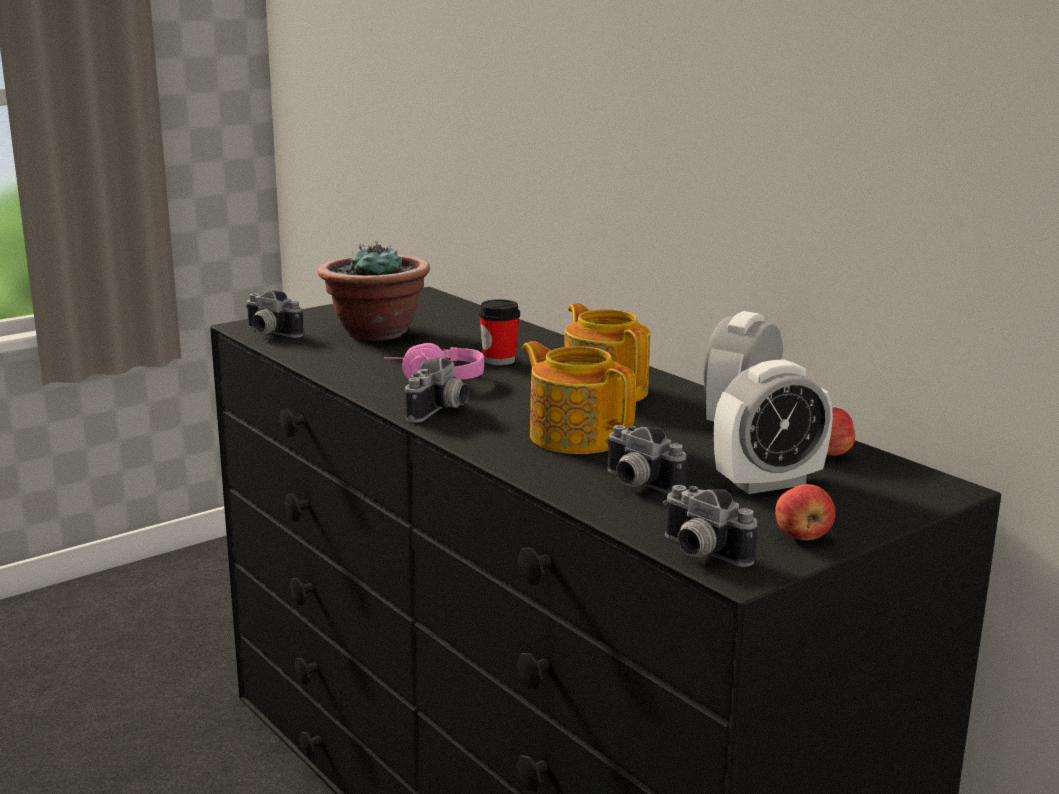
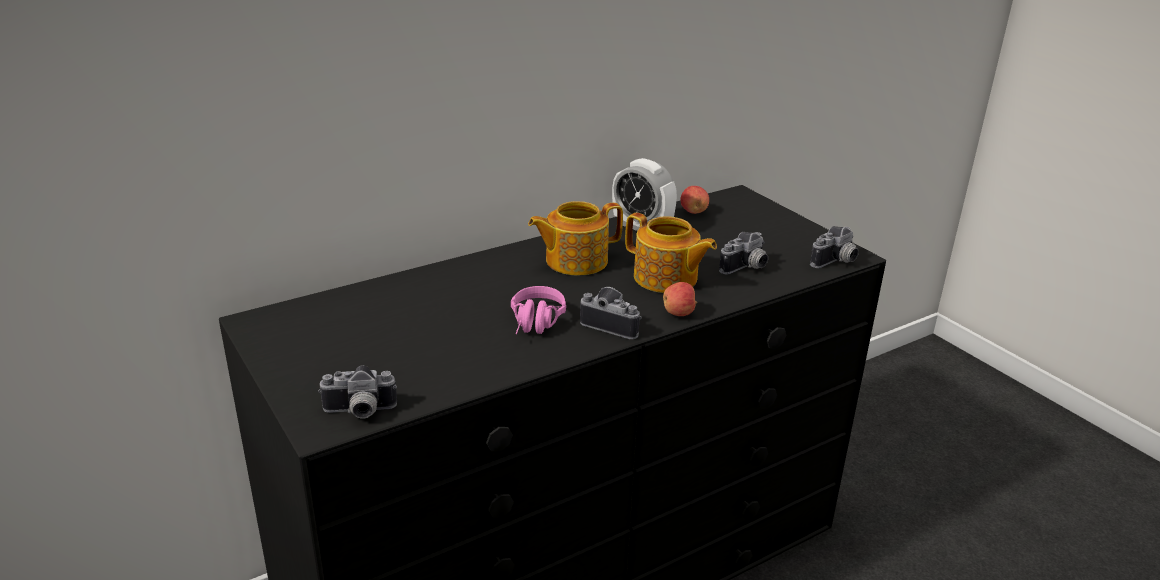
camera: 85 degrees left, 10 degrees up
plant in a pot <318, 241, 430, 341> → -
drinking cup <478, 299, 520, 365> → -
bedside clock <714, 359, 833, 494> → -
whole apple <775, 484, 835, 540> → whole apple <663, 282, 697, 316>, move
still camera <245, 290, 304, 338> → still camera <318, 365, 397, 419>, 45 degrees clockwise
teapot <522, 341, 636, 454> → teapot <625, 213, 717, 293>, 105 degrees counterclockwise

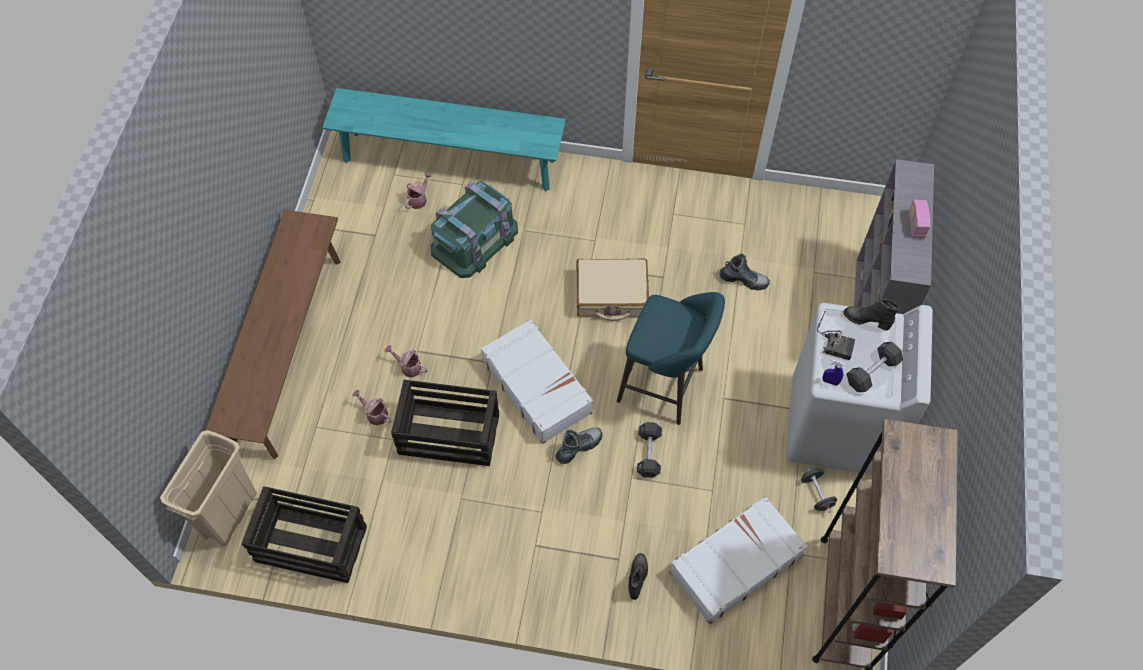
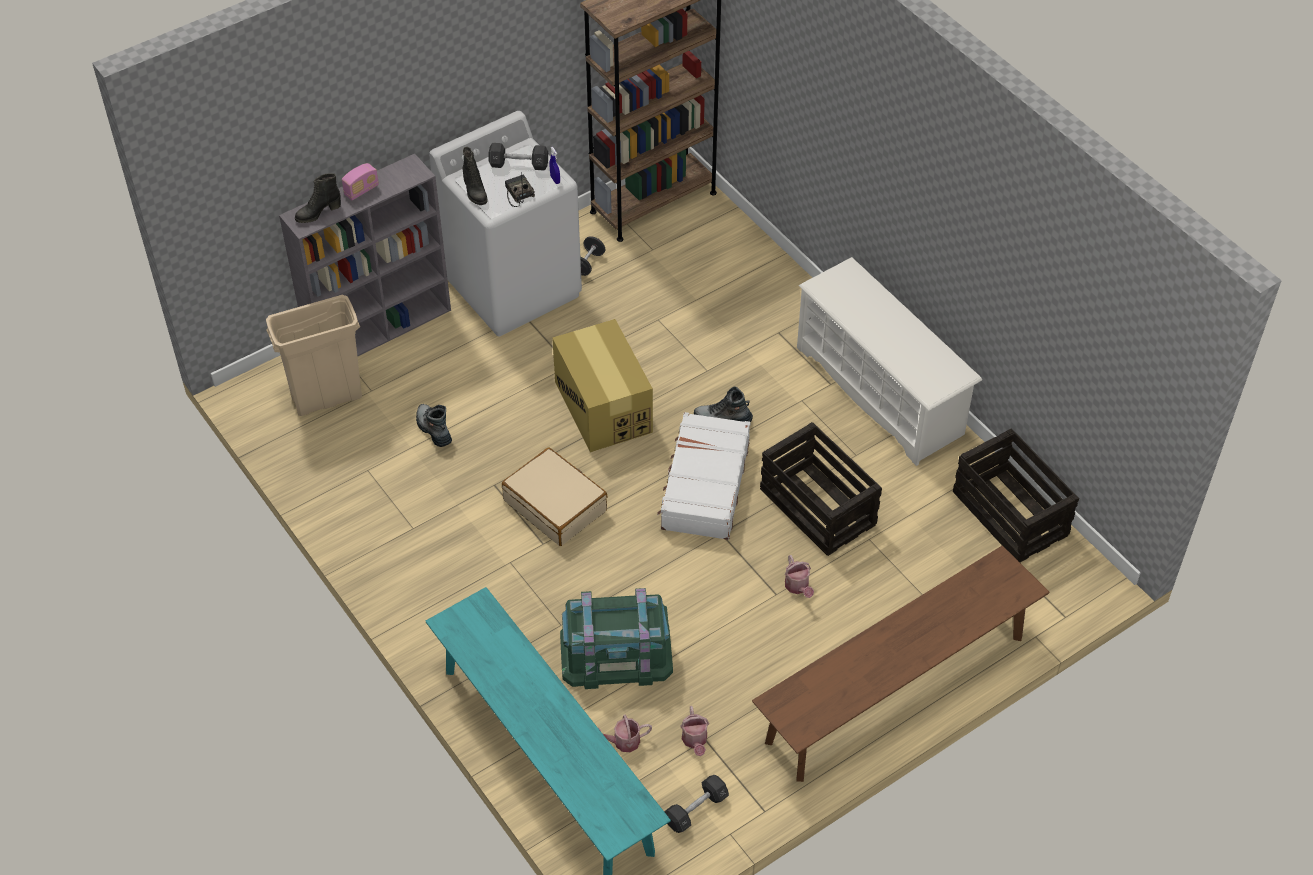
camera: 135 degrees left, 10 degrees down
white travel case <669, 496, 808, 624> → -
- → white shoe stand <797, 257, 982, 466>
beige-coloured trash can <160, 430, 257, 547> → beige-coloured trash can <266, 295, 362, 416>, move
watering can <352, 390, 392, 425> → watering can <680, 706, 709, 756>, move
blackish tall boot <629, 553, 648, 600> → blackish tall boot <295, 174, 341, 223>, move
blackish free weight <637, 422, 662, 478> → blackish free weight <664, 775, 729, 833>, move
blue-green stool <617, 292, 725, 425> → carton <552, 319, 653, 452>

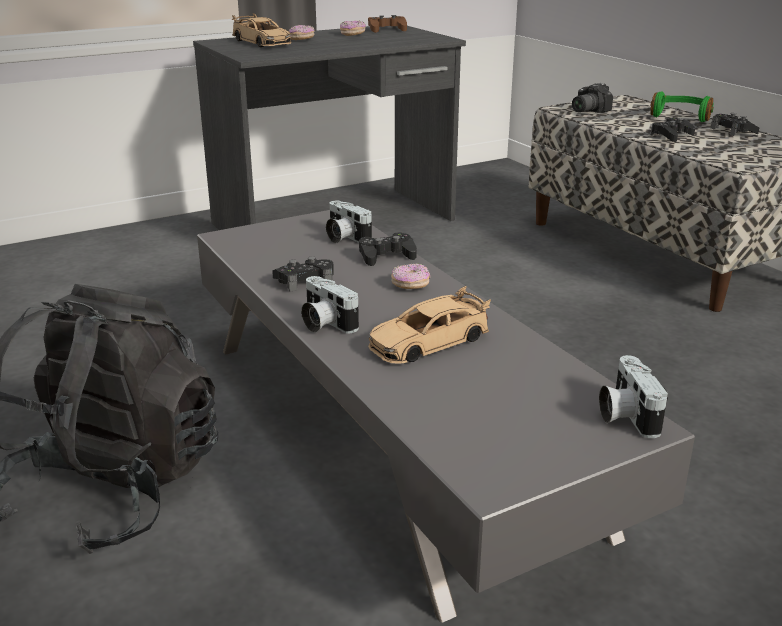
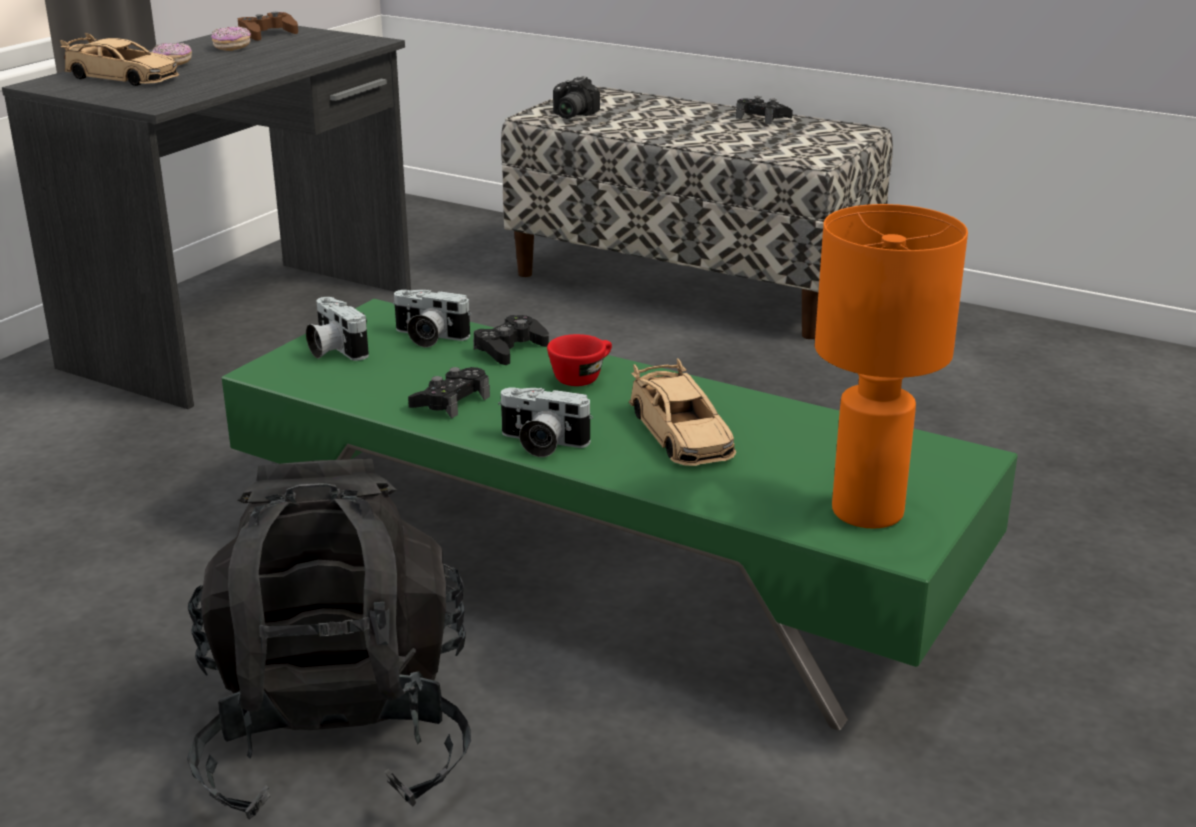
camera: 30 degrees left, 0 degrees up
green-coloured headphones <650, 91, 714, 122> → -
blackish game controller <651, 118, 695, 142> → -
- → orange tabletop lamp <815, 204, 968, 529>
still camera <599, 355, 668, 438> → still camera <306, 297, 369, 361>, move
doughnut <391, 263, 430, 289> → red-coloured drinking cup <547, 334, 612, 386>
grey low table <197, 210, 695, 623> → green-coloured low table <222, 299, 1018, 730>
beige-coloured miniature car <368, 286, 491, 364> → beige-coloured miniature car <629, 358, 736, 466>, 45 degrees counterclockwise

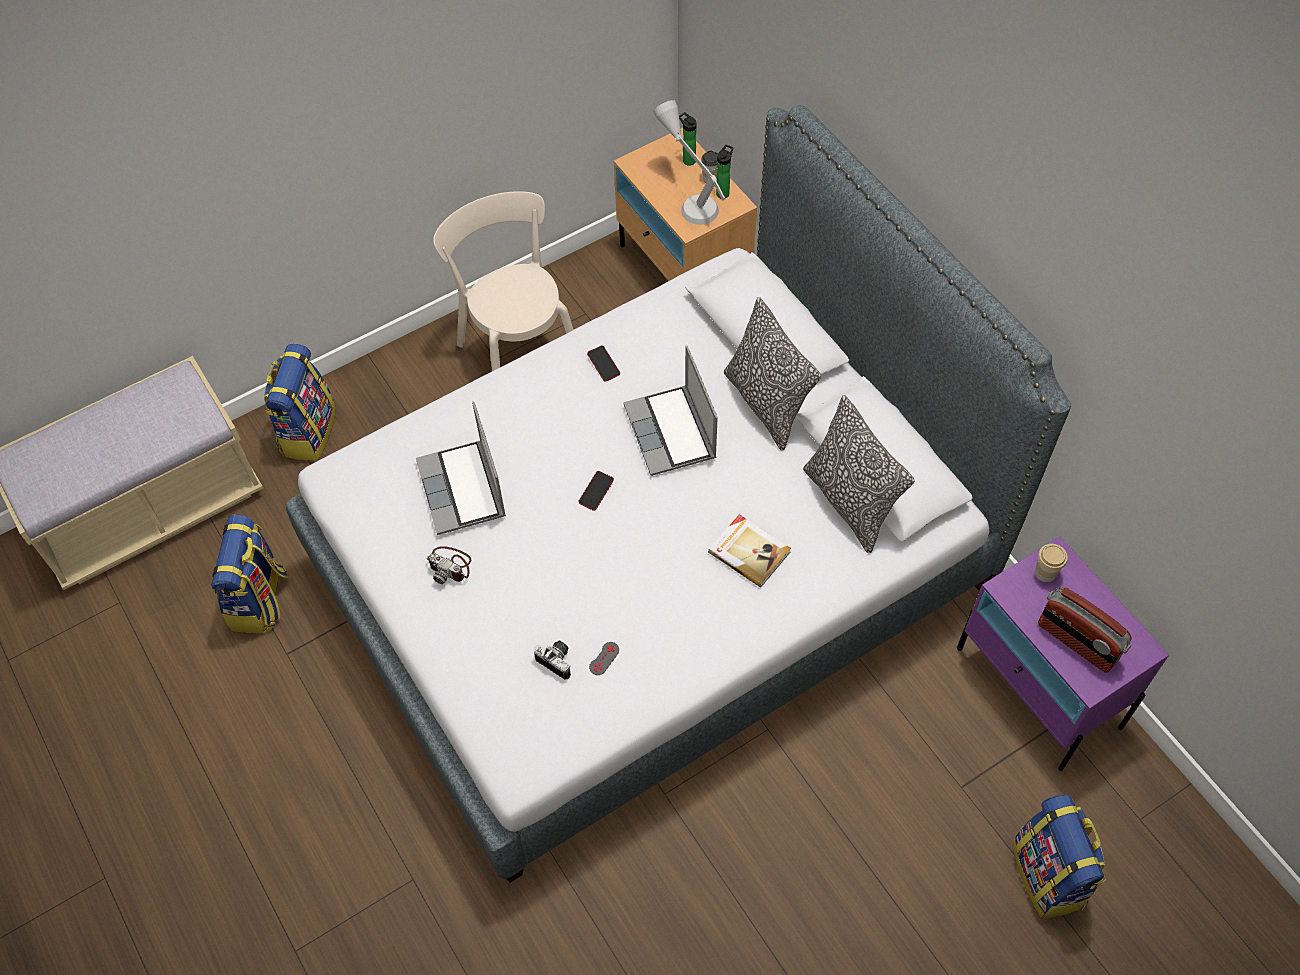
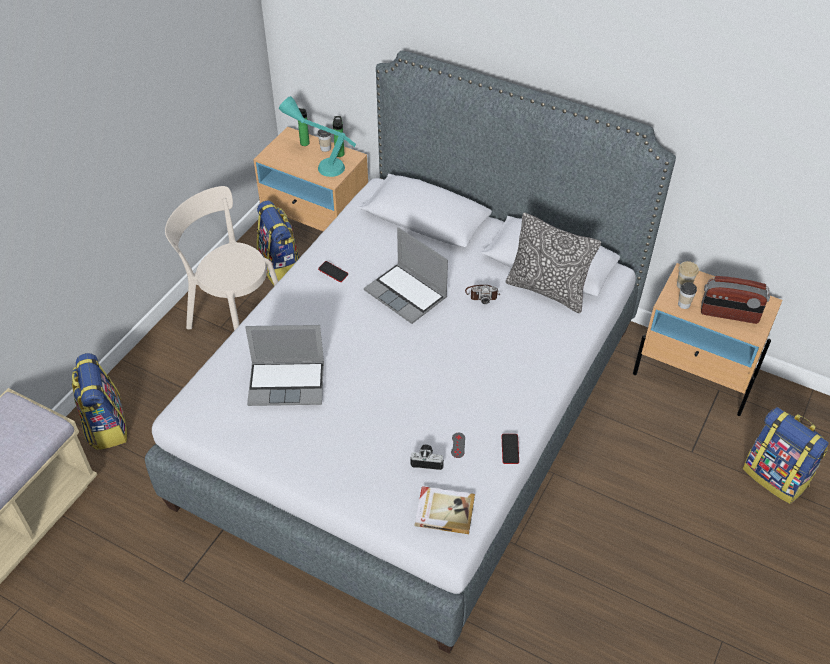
camera: 30 degrees left, 10 degrees down
cushion <724, 297, 821, 450> → -
- → drinking cup <678, 282, 697, 309>
rucksack <211, 514, 289, 633> → rucksack <257, 201, 300, 285>, move
still camera <427, 546, 471, 584> → still camera <465, 285, 500, 304>, move
phone <578, 471, 614, 511> → phone <502, 434, 519, 464>, move
bound book <708, 514, 791, 588> → bound book <415, 486, 475, 534>, move
grey tabletop lamp <653, 100, 725, 225> → blue-green tabletop lamp <279, 96, 356, 177>
purplish night table <957, 536, 1169, 771> → beige-coloured night table <633, 263, 782, 416>
notebook computer <416, 402, 506, 535> → notebook computer <245, 325, 324, 406>, 45 degrees counterclockwise

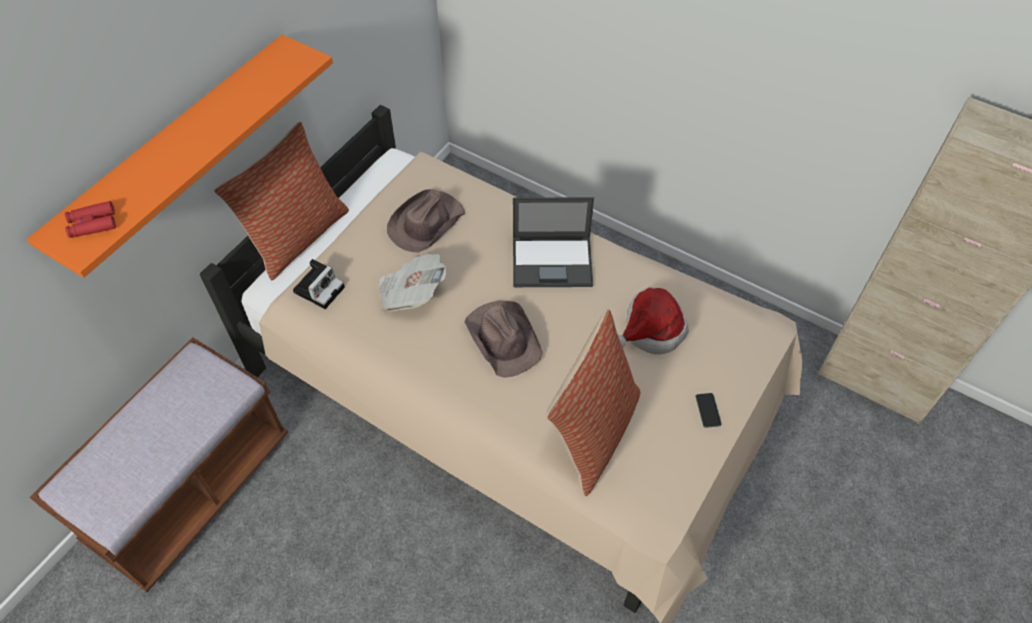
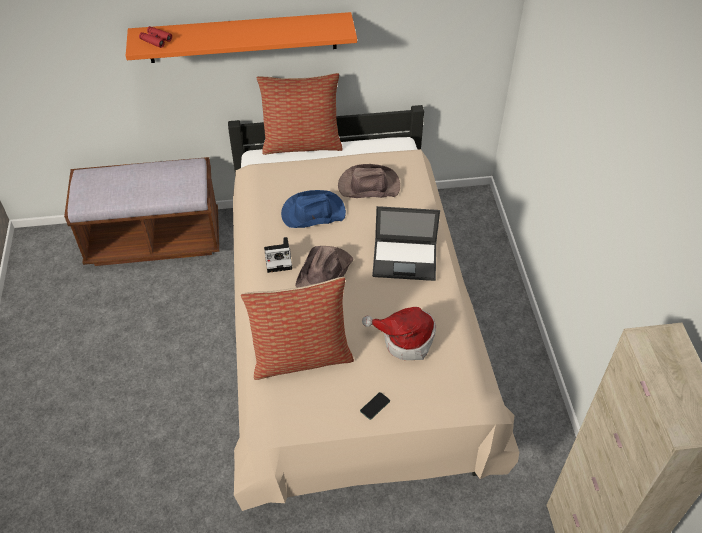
camera: 50 degrees right, 5 degrees down
still camera <293, 259, 345, 309> → still camera <264, 237, 292, 273>, move
daily paper <378, 254, 446, 311> → bluish clothing hat <281, 190, 346, 228>
notebook computer <513, 197, 594, 287> → notebook computer <372, 206, 440, 281>, 45 degrees counterclockwise

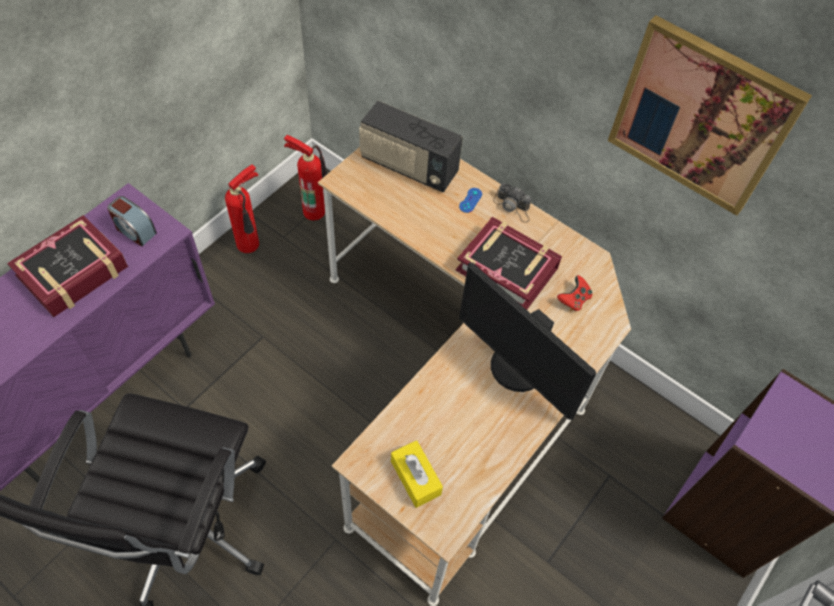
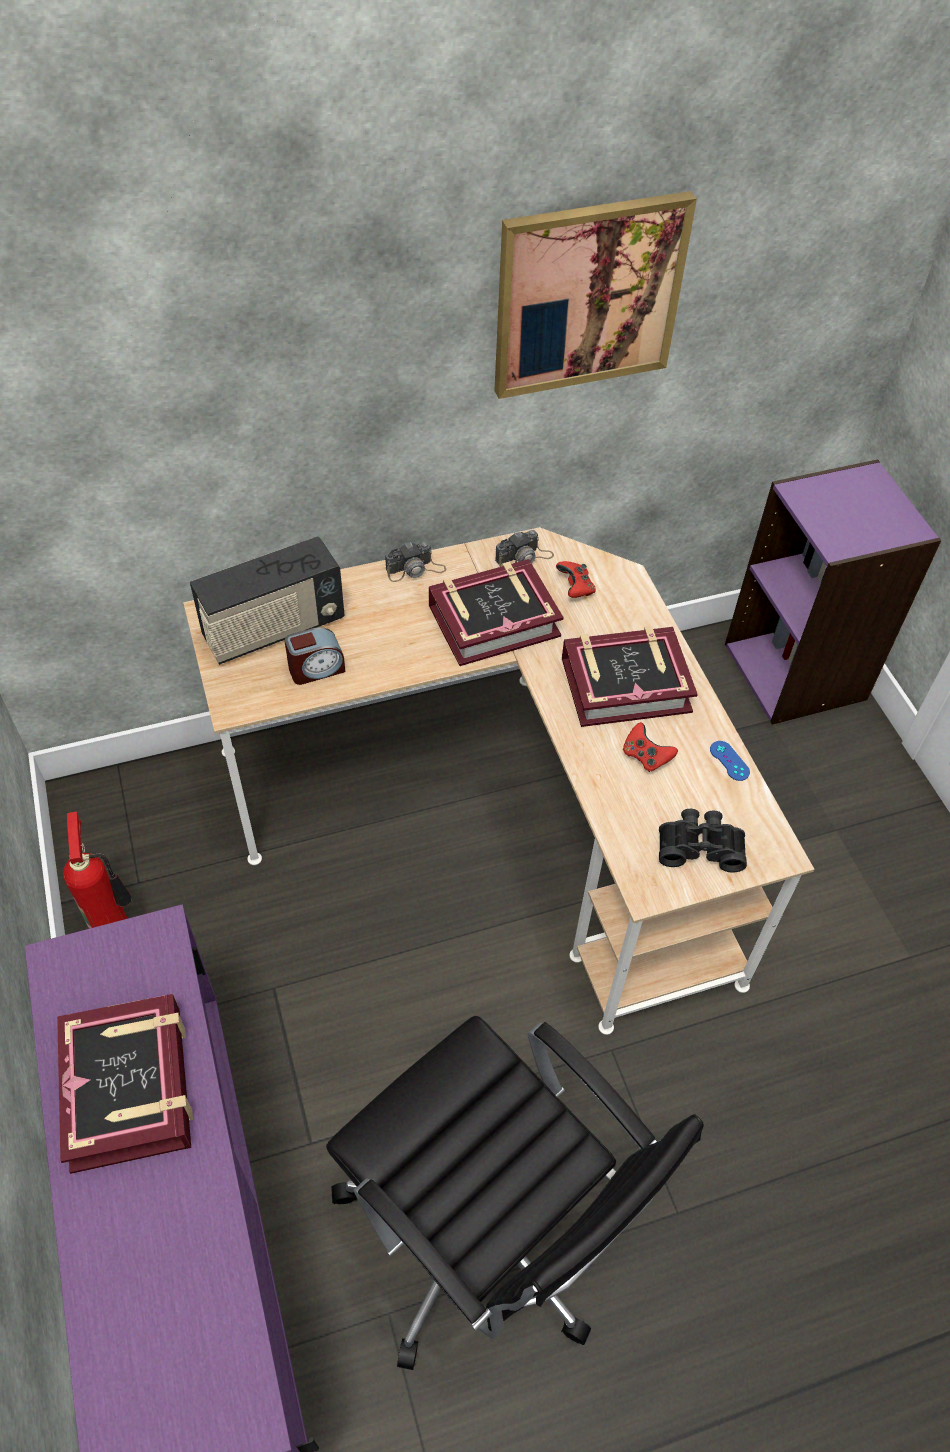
camera: 55 degrees left, 5 degrees down
extinguisher <284, 135, 327, 221> → -
- → still camera <495, 530, 554, 567>
- → red-coloured game controller <623, 722, 678, 772>
bedside clock <107, 196, 157, 247> → bedside clock <284, 627, 345, 685>, move
bluish game controller <459, 188, 482, 213> → bluish game controller <710, 741, 750, 781>, move
yellow tissue box <391, 440, 443, 508> → blackish pair of binoculars <659, 808, 747, 873>
computer display <459, 263, 596, 420> → bound book <562, 626, 698, 727>

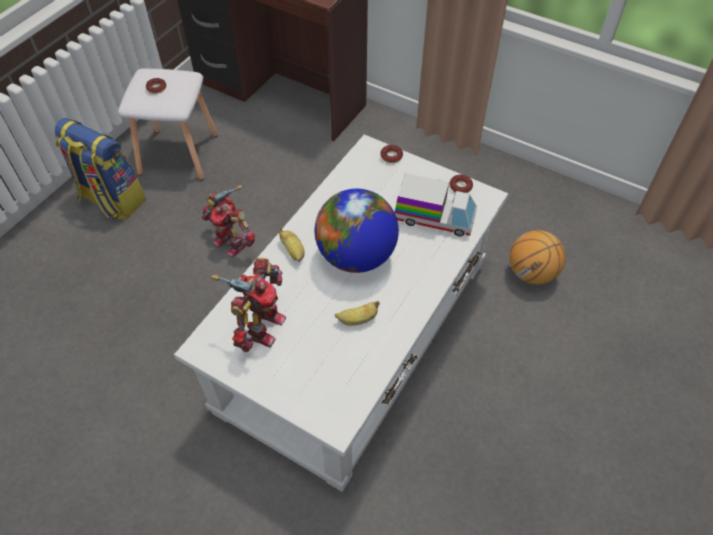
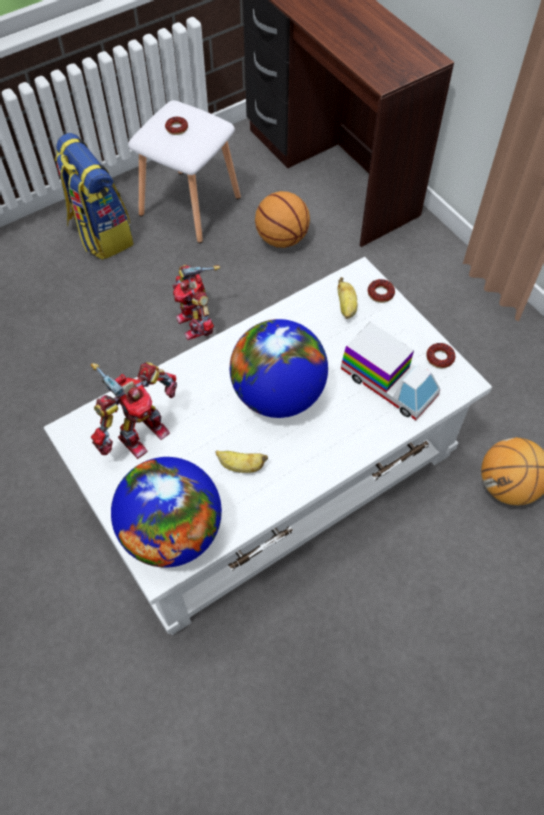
camera: 25 degrees right, 5 degrees up
- → desk globe <111, 457, 222, 568>
- → basketball ball <255, 191, 310, 248>
banana <278, 228, 305, 262> → banana <338, 277, 357, 319>, move

